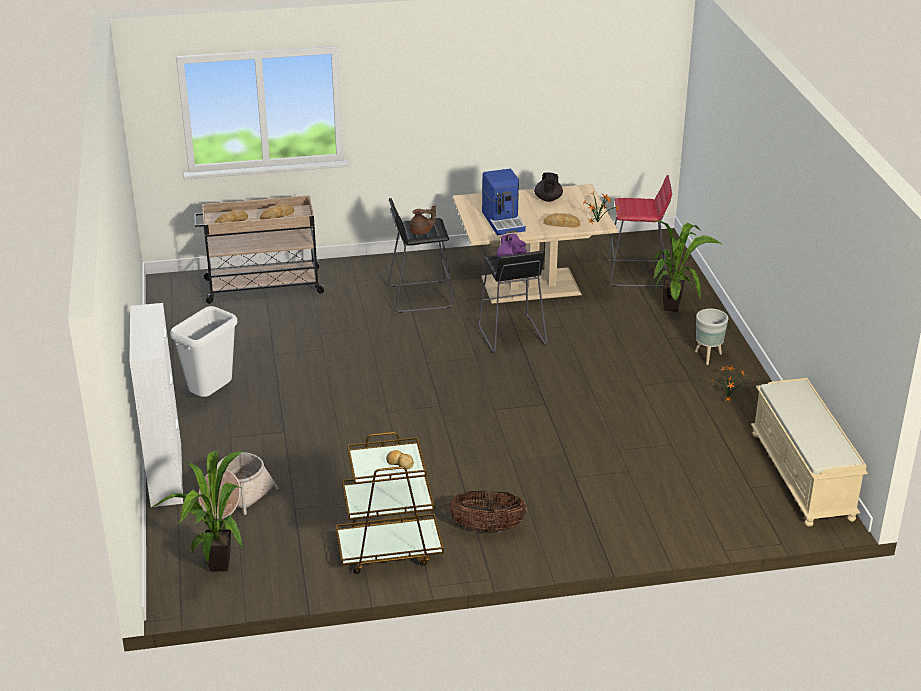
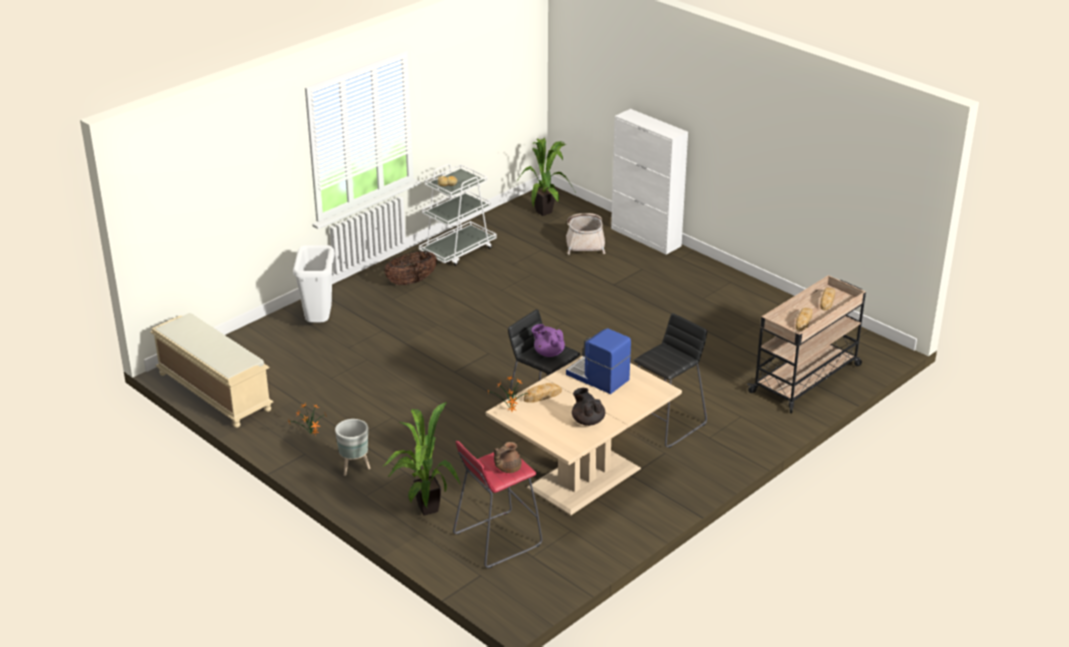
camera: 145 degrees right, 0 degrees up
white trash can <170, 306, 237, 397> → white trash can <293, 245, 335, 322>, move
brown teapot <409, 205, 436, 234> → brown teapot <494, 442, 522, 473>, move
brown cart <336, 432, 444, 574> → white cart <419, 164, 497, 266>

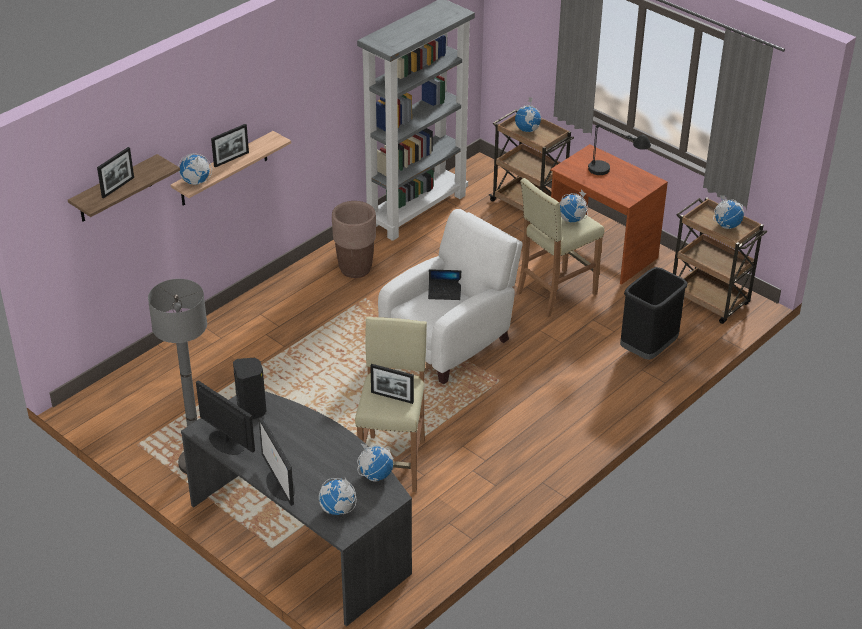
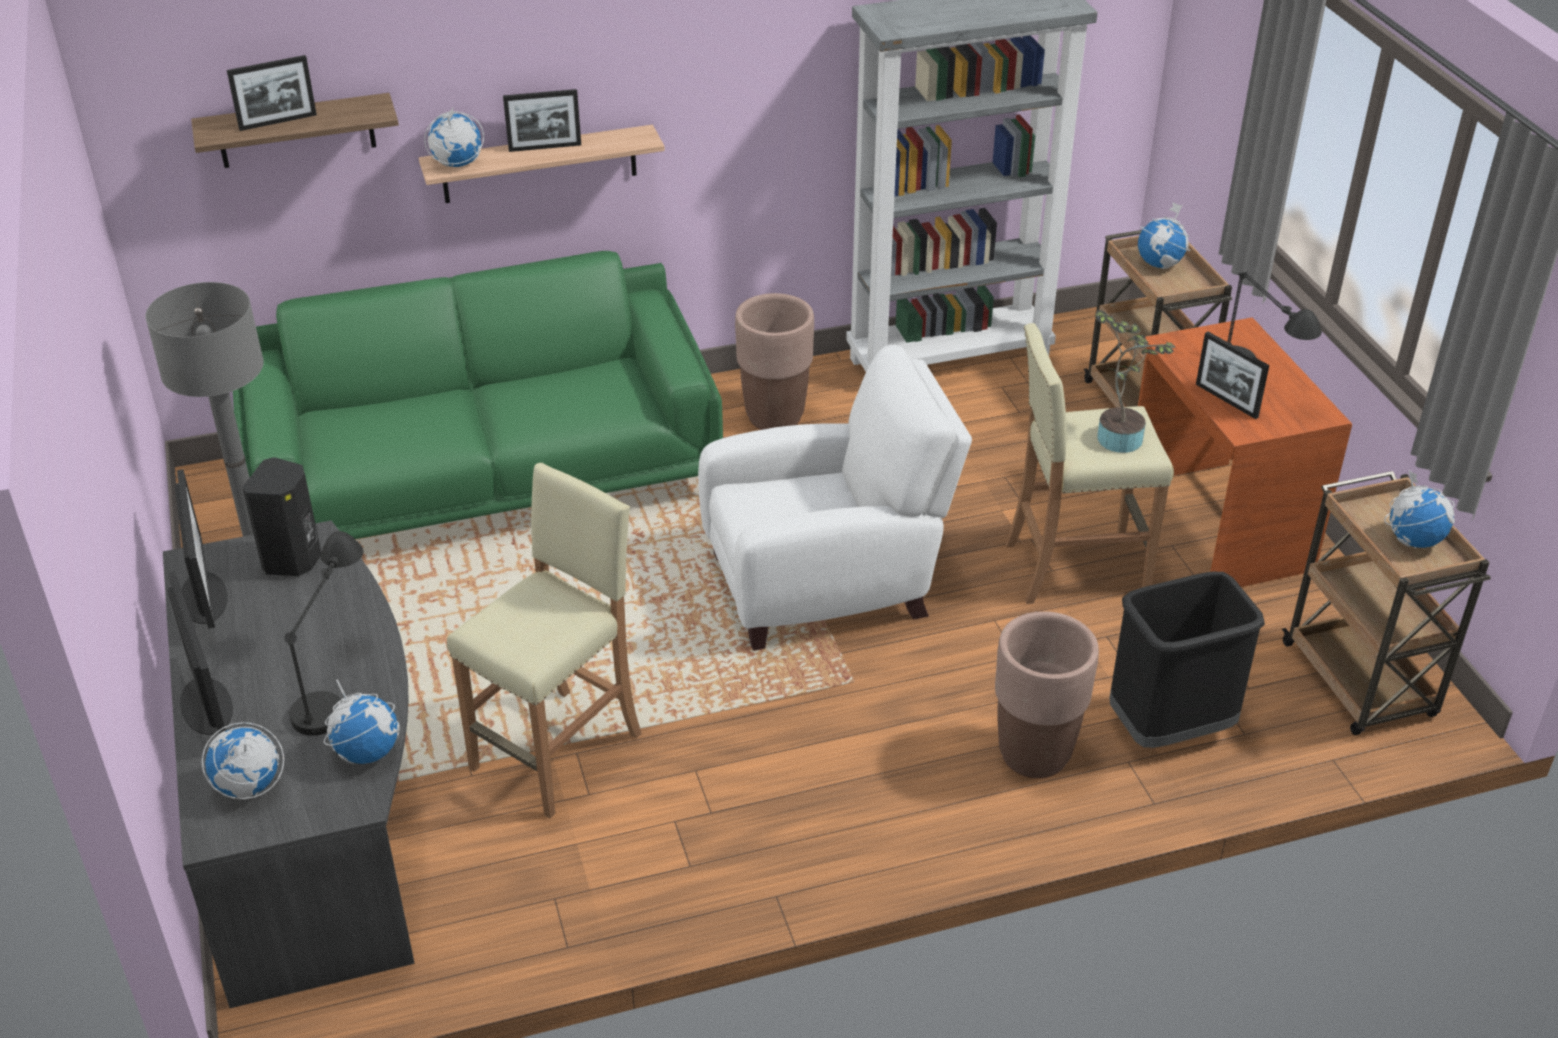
camera: 30 degrees right, 0 degrees up
notebook computer <428, 269, 461, 300> → -
- → green-coloured settee <233, 251, 723, 539>
- → blackish tabletop lamp <285, 531, 363, 736>
- → brown planter <995, 611, 1099, 778>
standing frame <370, 364, 414, 404> → standing frame <1196, 332, 1269, 419>, move
desk globe <559, 190, 588, 222> → plant in a pot <1095, 310, 1175, 453>
computer display <259, 418, 295, 506> → computer display <167, 571, 233, 735>, 150 degrees clockwise

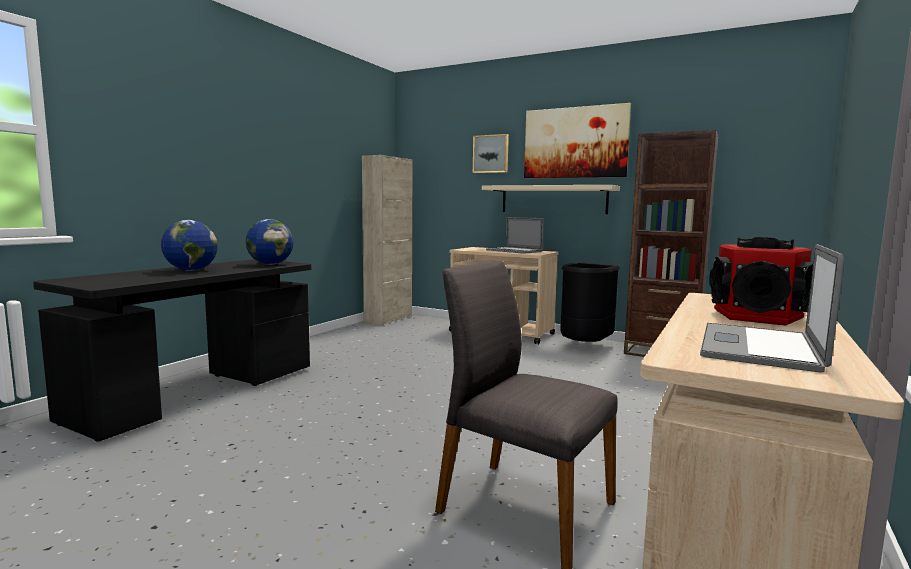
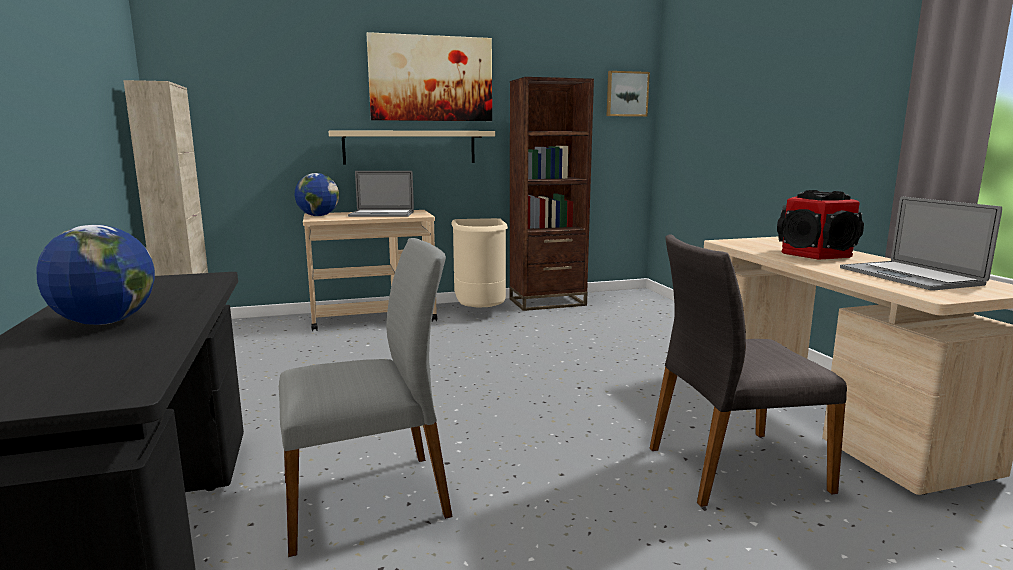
camera: 45 degrees left, 5 degrees up
- → grey chair <279, 238, 452, 557>
desk globe <246, 219, 293, 265> → desk globe <295, 173, 339, 216>, move
picture <473, 134, 509, 173> → picture <607, 71, 650, 117>, move
blackish trash can <560, 262, 620, 342> → beige-coloured trash can <451, 218, 508, 308>

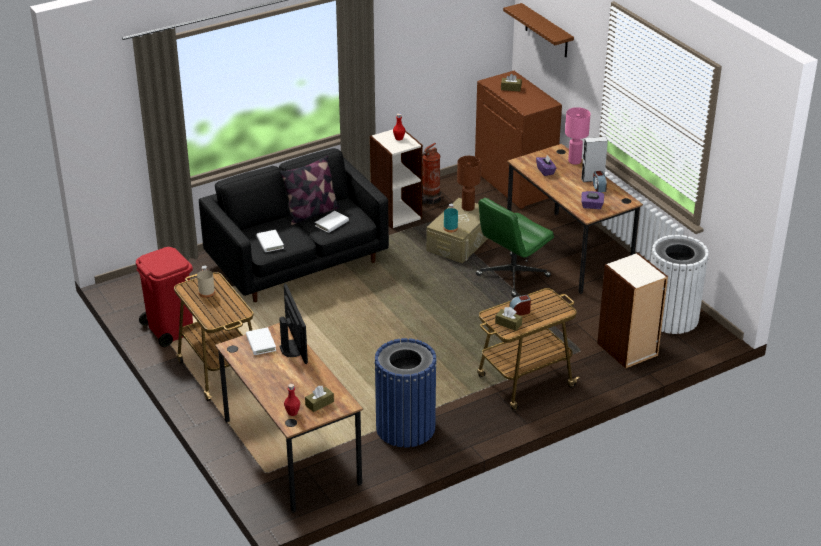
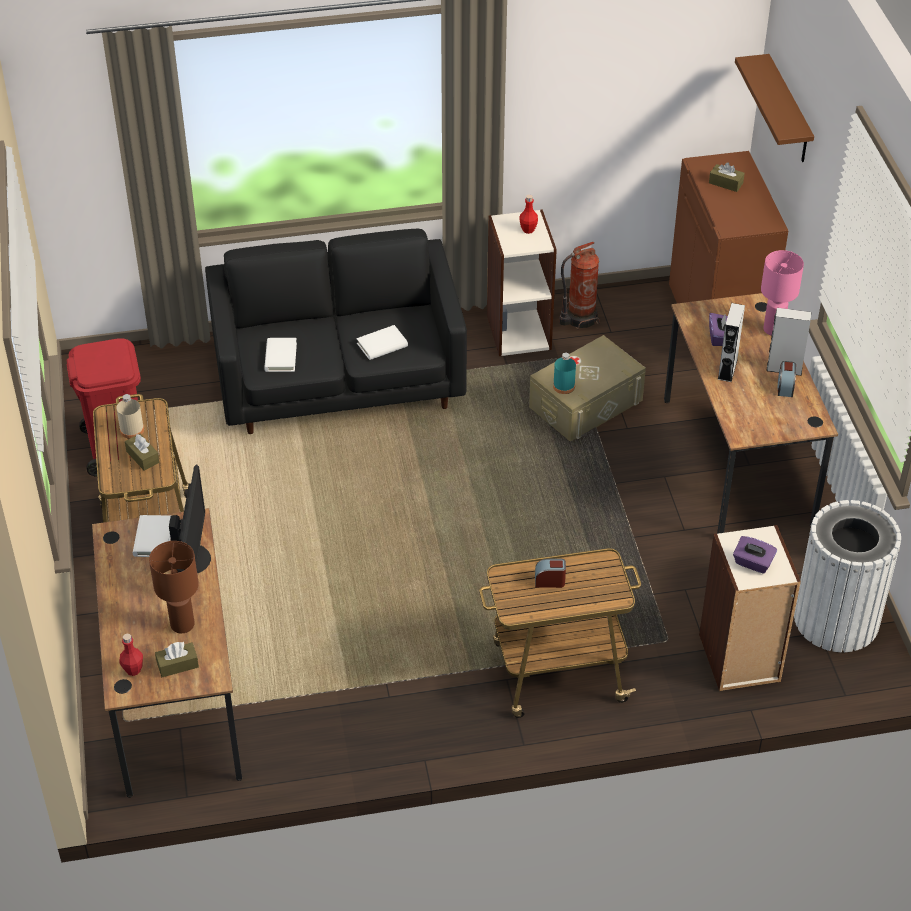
camera: 20 degrees right, 10 degrees up
cushion <280, 156, 340, 225> → -
bluish trash can <374, 338, 437, 448> → -
green-coloured desk chair <476, 198, 554, 297> → -
- → grey audio speaker <717, 303, 745, 382>
brown tabletop lamp <457, 156, 481, 211> → brown tabletop lamp <149, 541, 199, 633>, move
brown tissue box <495, 307, 522, 331> → brown tissue box <125, 434, 159, 470>, move
purplish tissue box <581, 191, 604, 209> → purplish tissue box <733, 536, 777, 574>, move

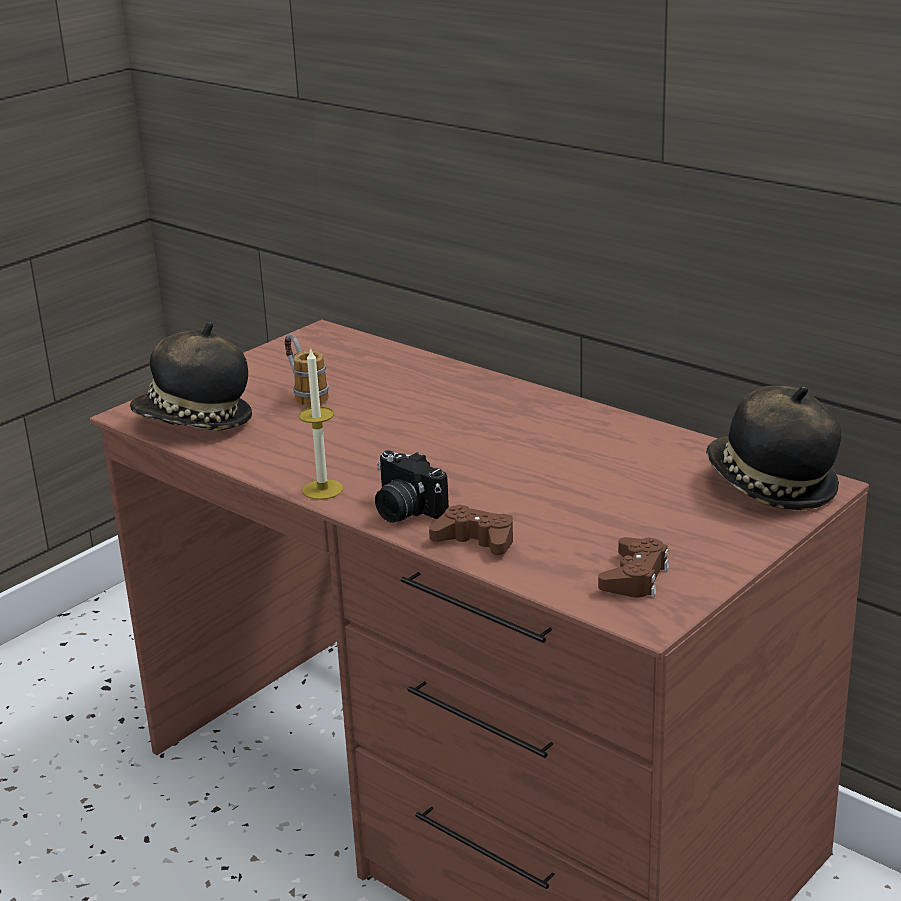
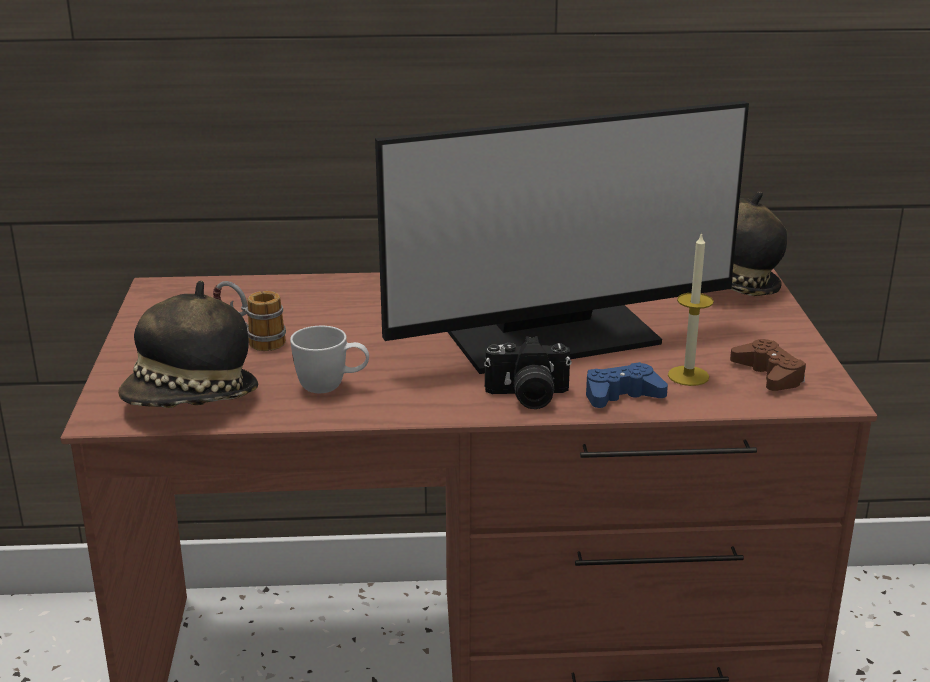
camera: 45 degrees left, 0 degrees up
- → white coffee mug <290, 326, 369, 393>
- → computer display <375, 101, 749, 374>
wax candle <299, 347, 343, 500> → wax candle <668, 232, 714, 386>, move
brown game controller <429, 505, 513, 555> → bluish game controller <586, 362, 668, 408>

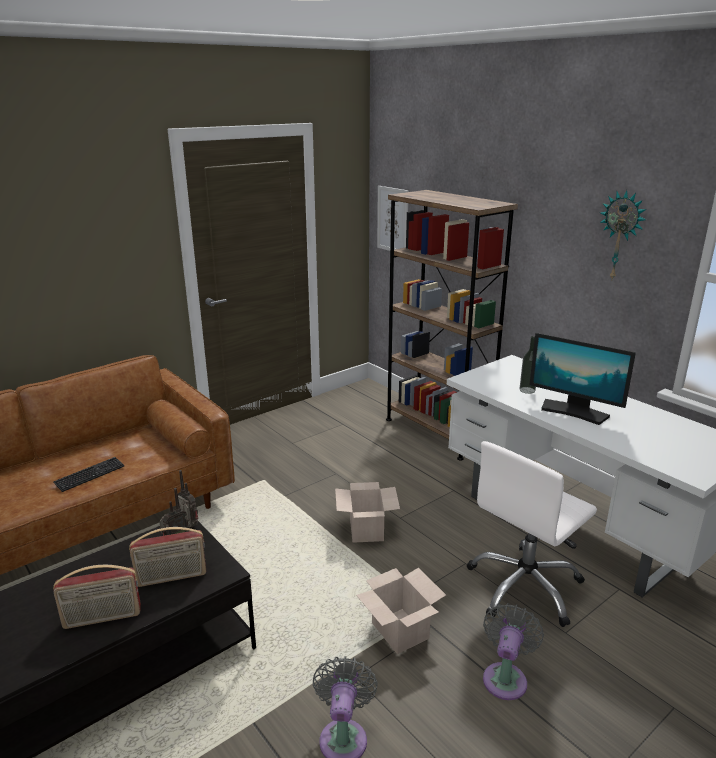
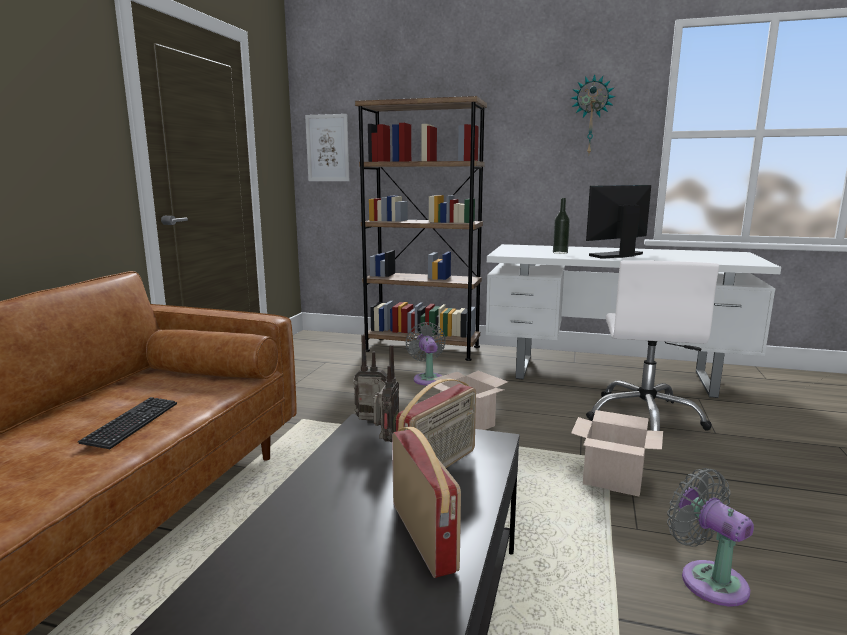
camera: 35 degrees left, 10 degrees down
grey cooling fan <483, 603, 544, 700> → grey cooling fan <406, 322, 446, 386>, move
radio <53, 565, 141, 629> → radio <392, 427, 461, 578>, 60 degrees counterclockwise
computer display <529, 333, 636, 425> → computer display <586, 185, 651, 259>, 150 degrees clockwise

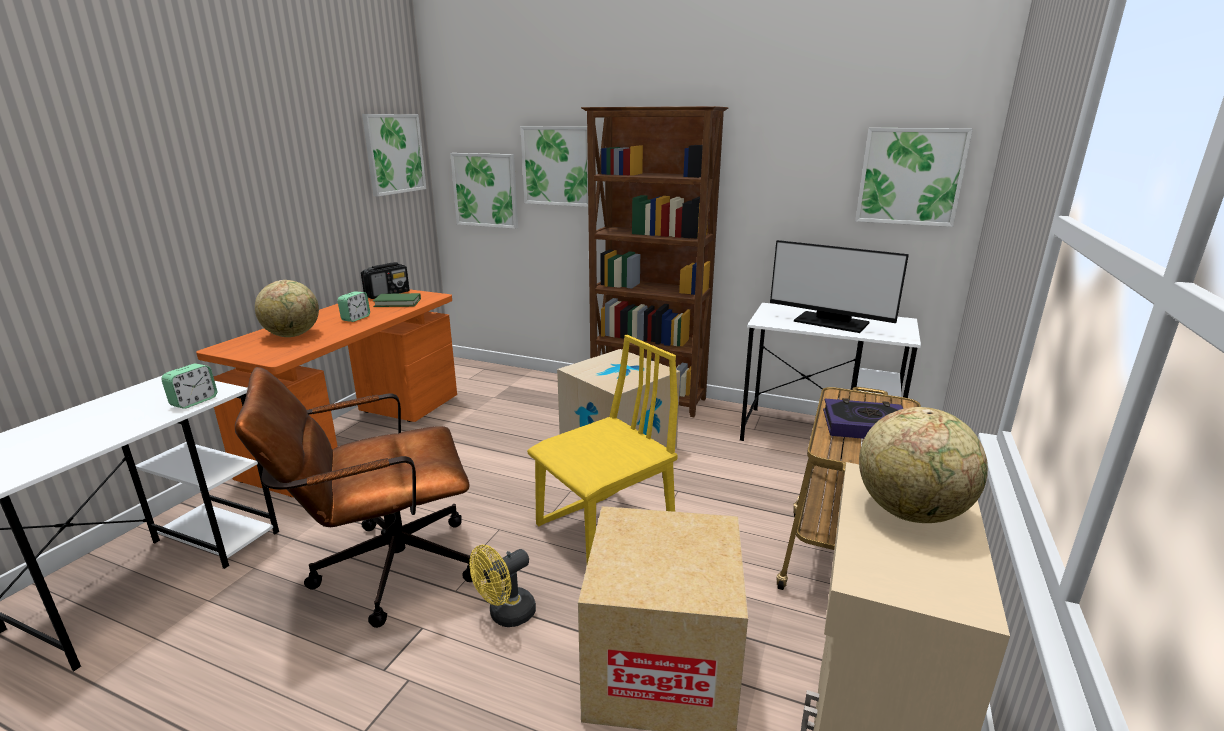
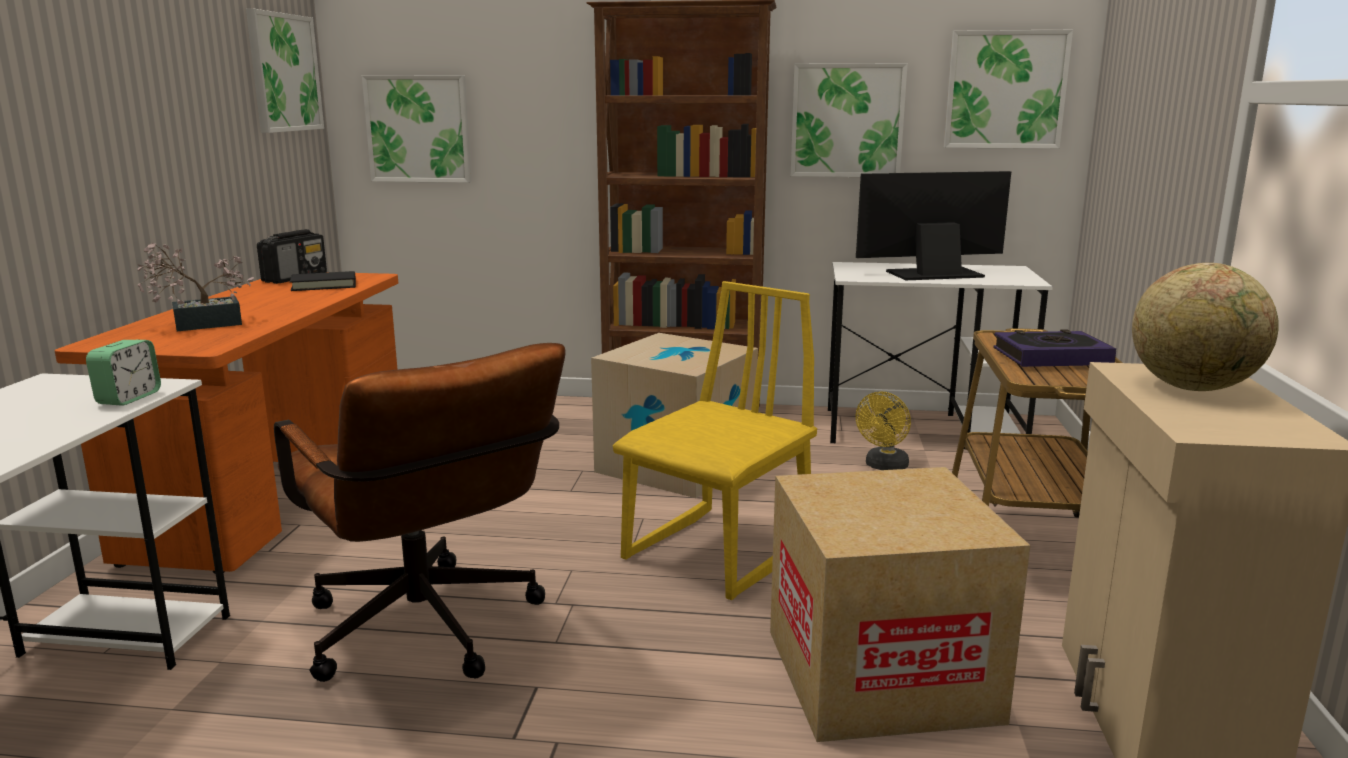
camera: 15 degrees left, 5 degrees down
bedside clock <337, 291, 370, 322> → -
yellow cooling fan <469, 545, 536, 627> → yellow cooling fan <856, 391, 911, 470>, move
picture <521, 126, 588, 207> → picture <790, 63, 908, 177>, move
desk globe <255, 280, 319, 337> → plant in a pot <137, 242, 254, 331>
green-coloured bound book <373, 293, 421, 307> → blackish bound book <290, 271, 356, 291>
brown desk chair <235, 367, 473, 628> → brown desk chair <274, 343, 565, 682>, 90 degrees counterclockwise
computer display <770, 240, 909, 333> → computer display <856, 171, 1011, 280>, 150 degrees clockwise

